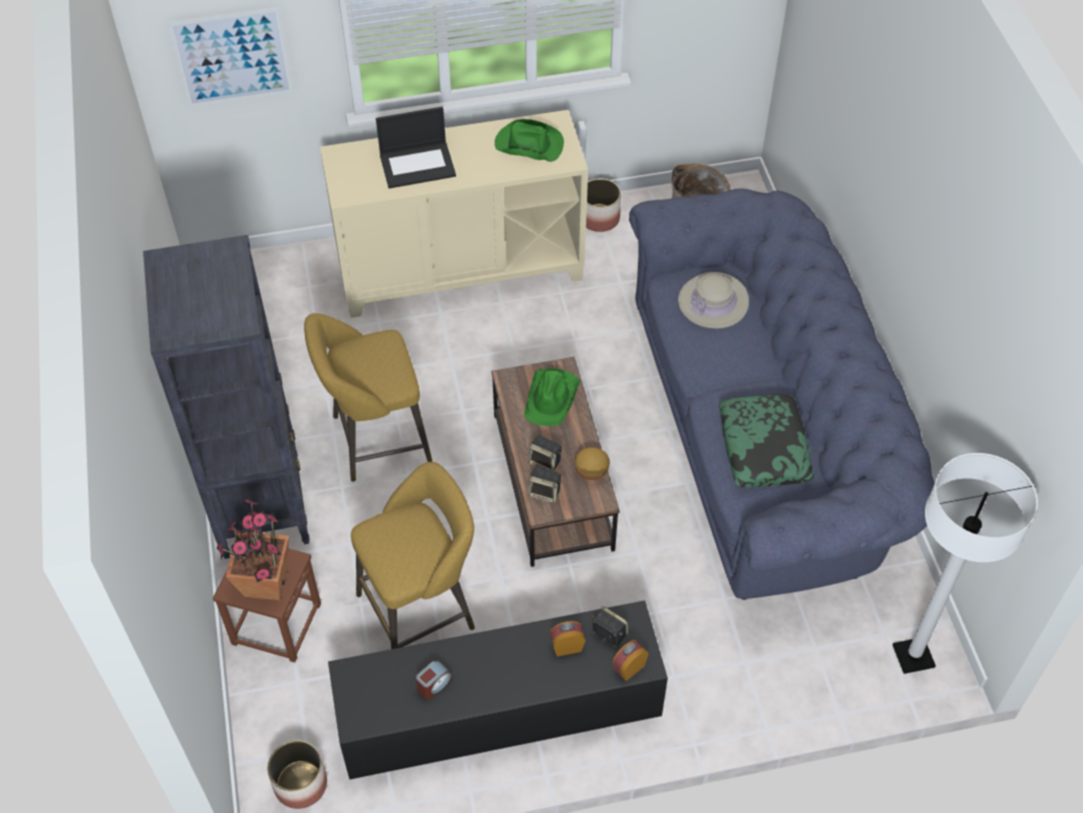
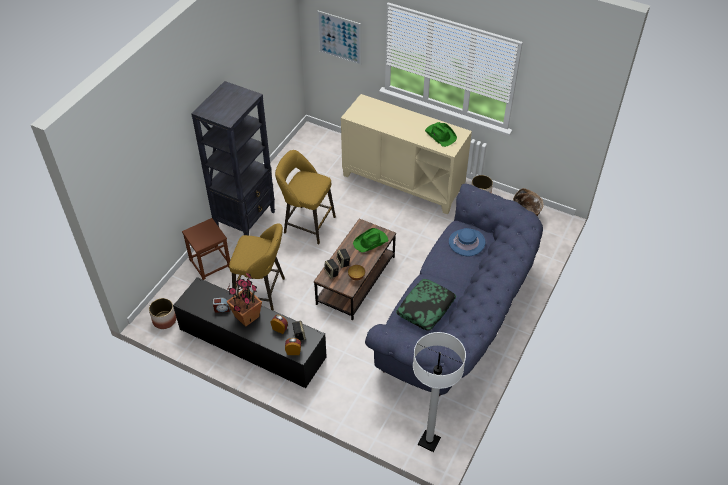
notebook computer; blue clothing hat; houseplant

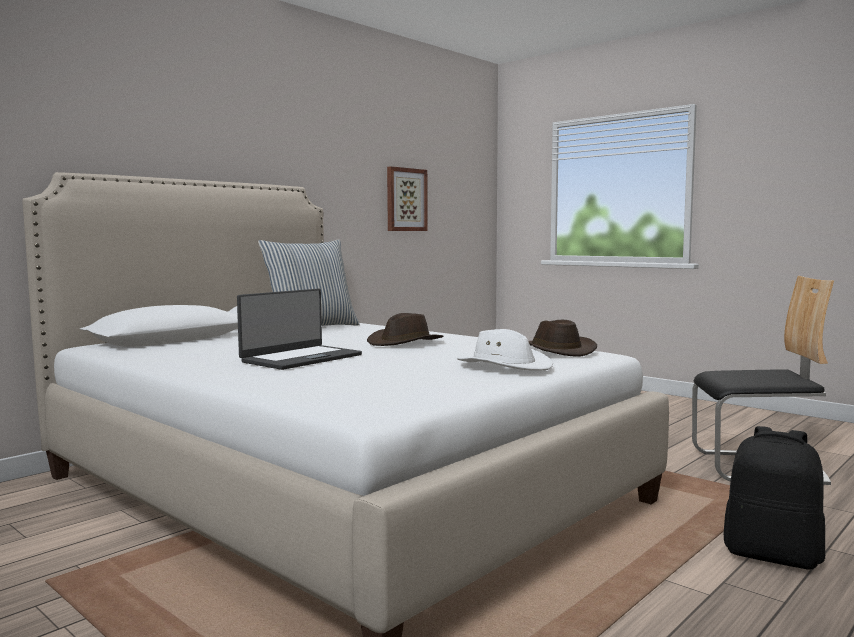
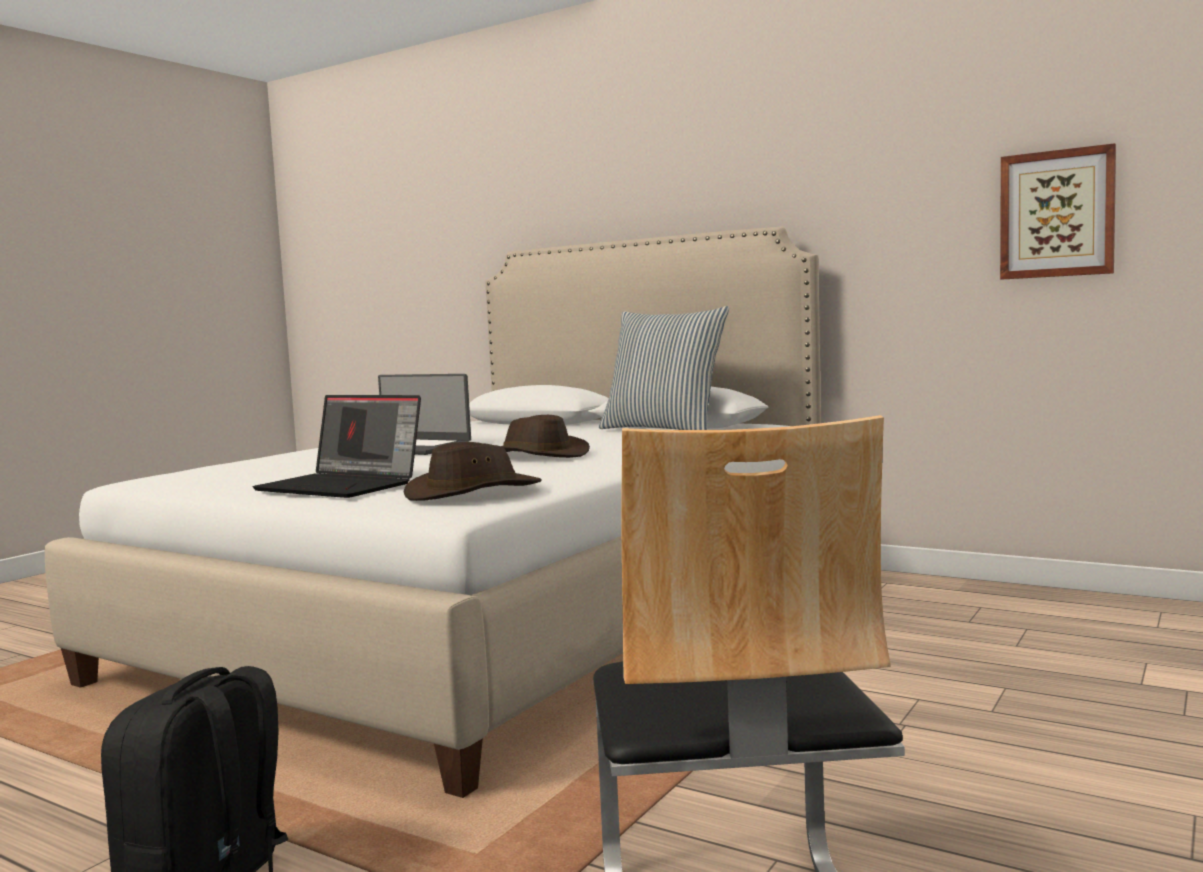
notebook computer (1st from left)

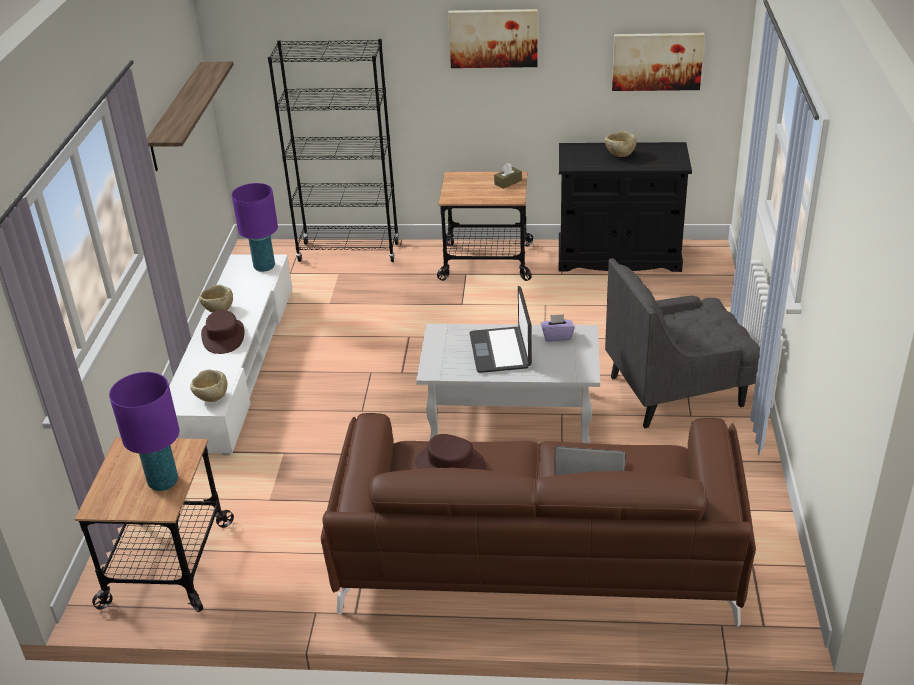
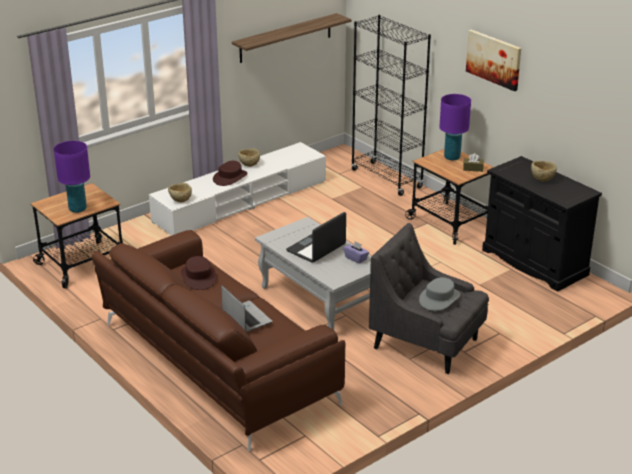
picture (2nd from left in the first image); purple-coloured table lamp (2nd from left); grey clothing hat

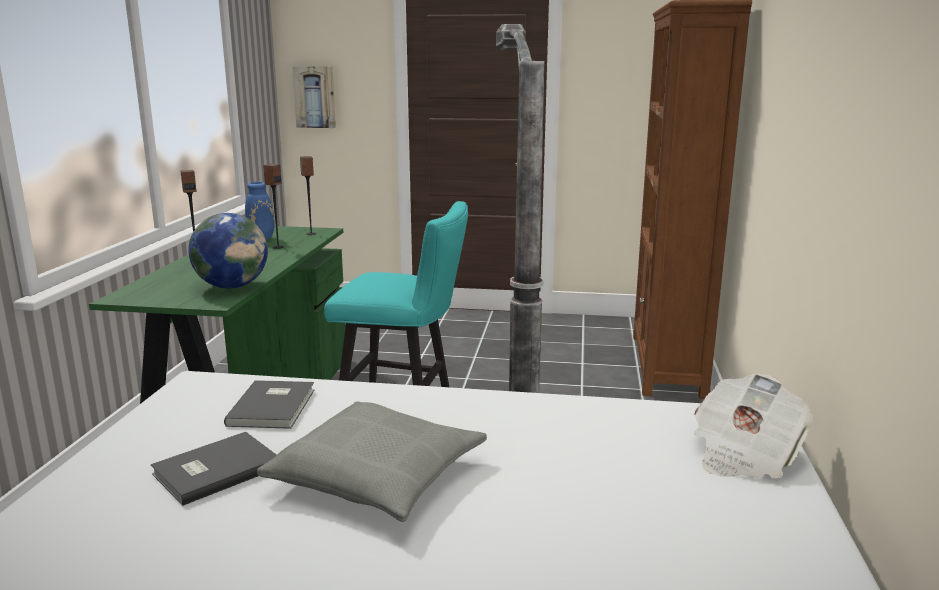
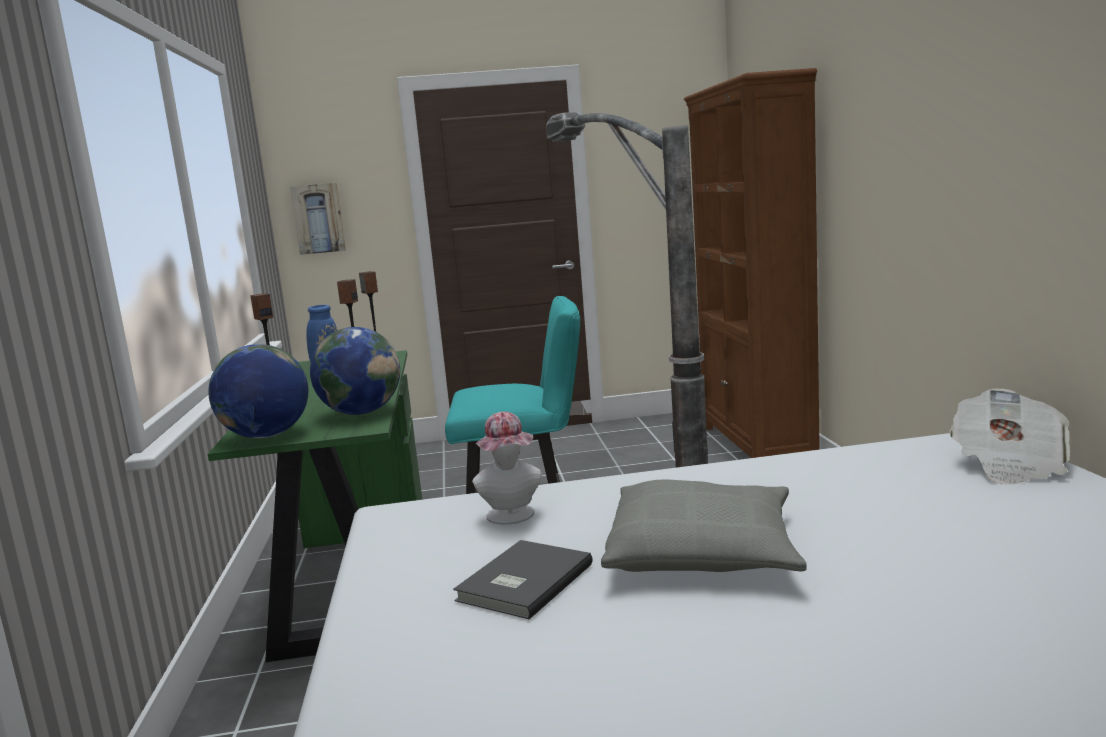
clothing hat; globe (1st from left)

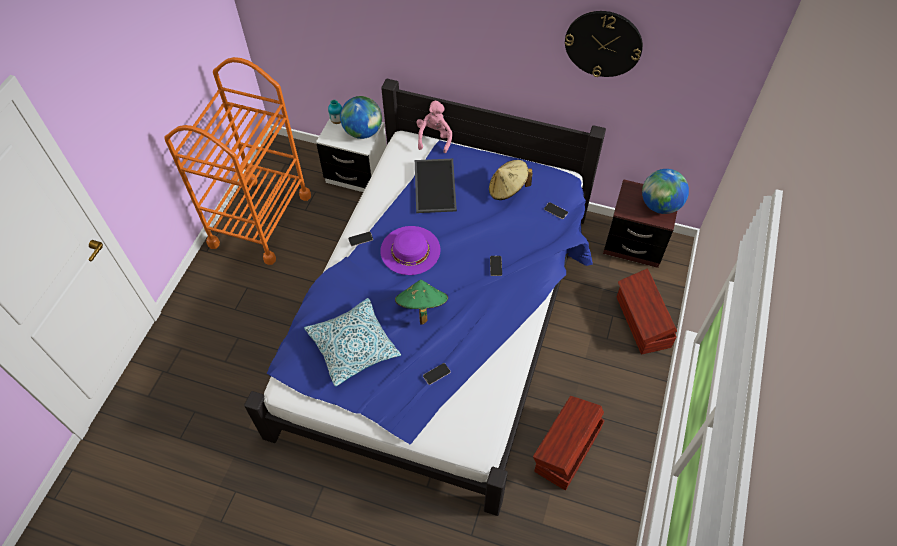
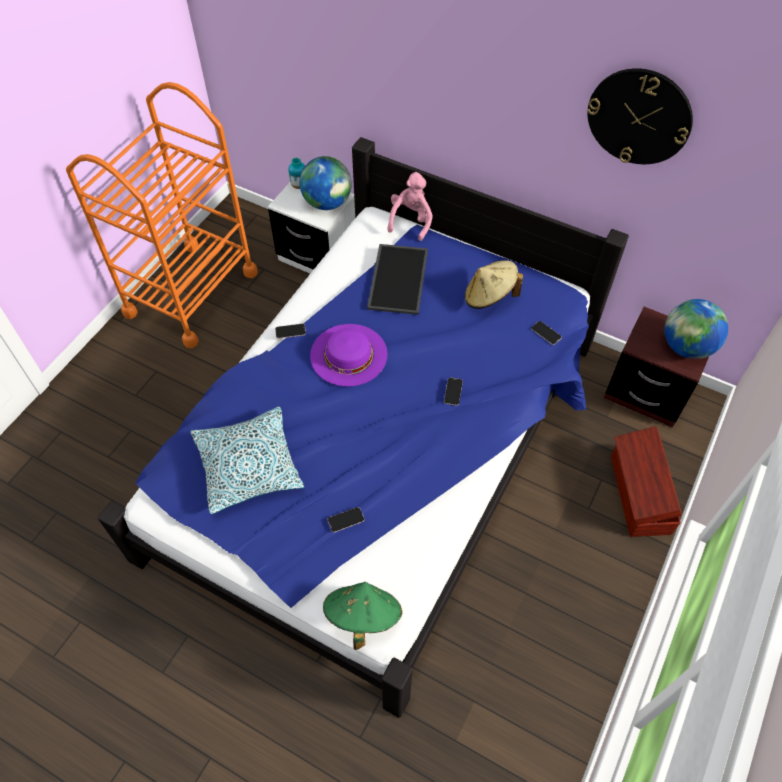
greenish clothing hat; brownish storage bin (1st from left in the first image)

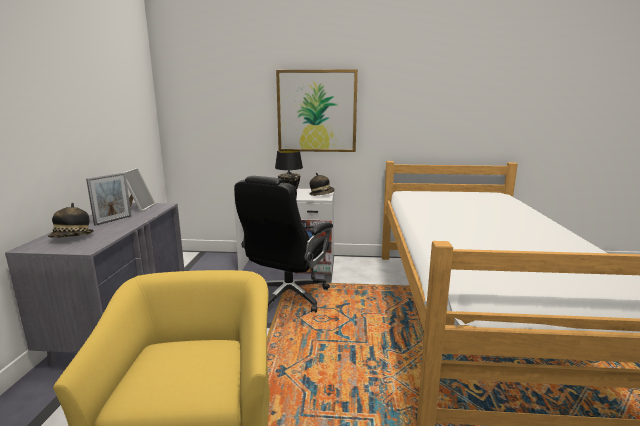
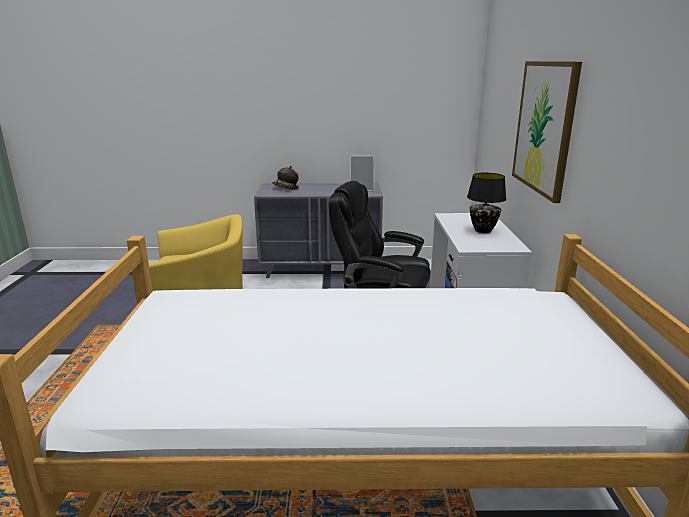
photo frame (1st from left in the first image); clothing hat (2nd from left in the first image)

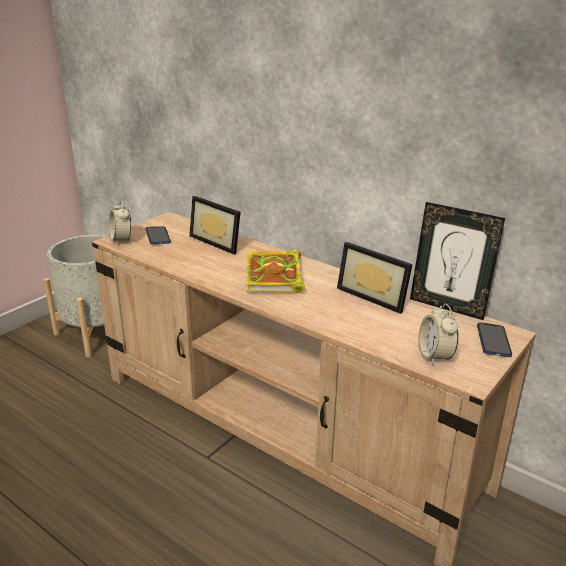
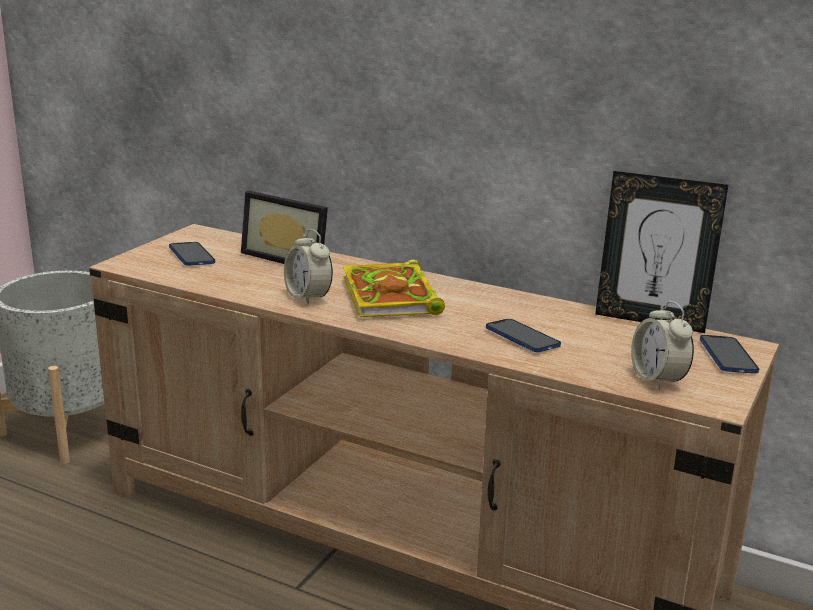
bedside clock (1st from left); photo frame (2nd from left in the first image); telephone (2nd from left)

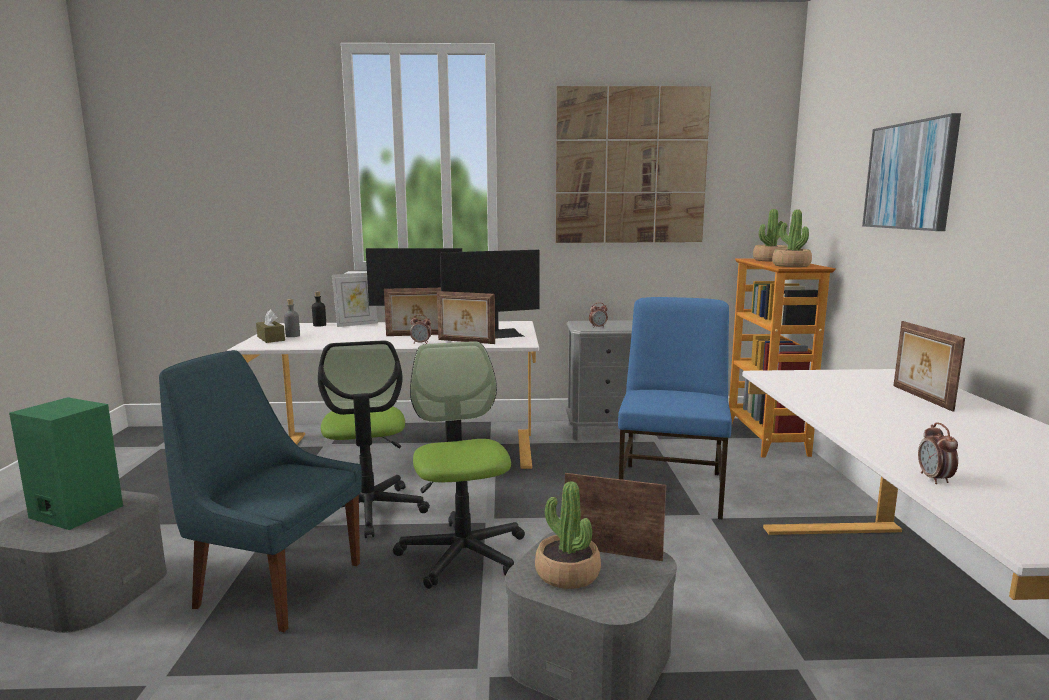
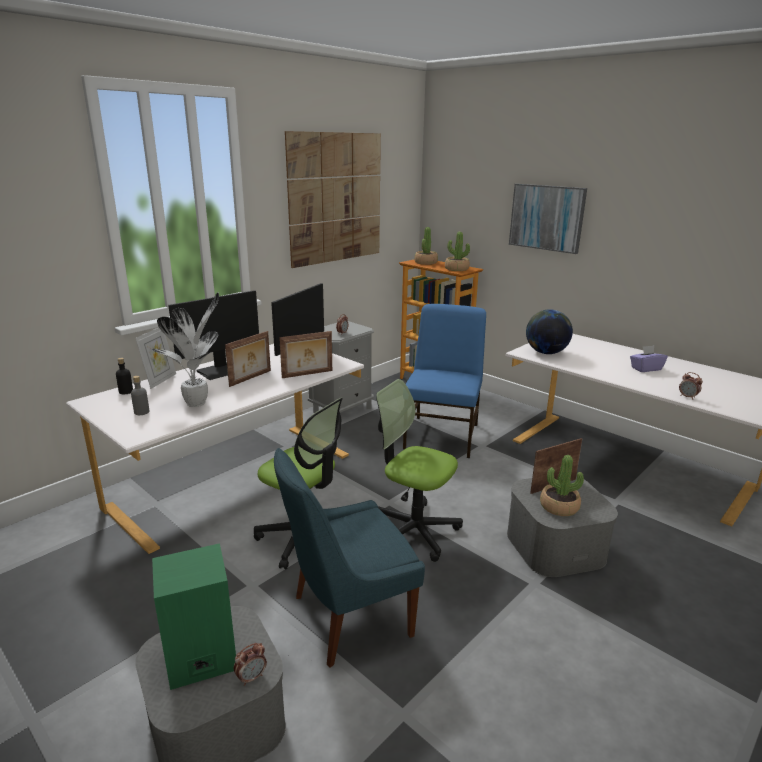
blue chair (2nd from left); brownish tissue holder; bedside clock (1st from left); photo frame (5th from left in the first image); houseplant (1st from left); globe; purple-coloured tissue holder

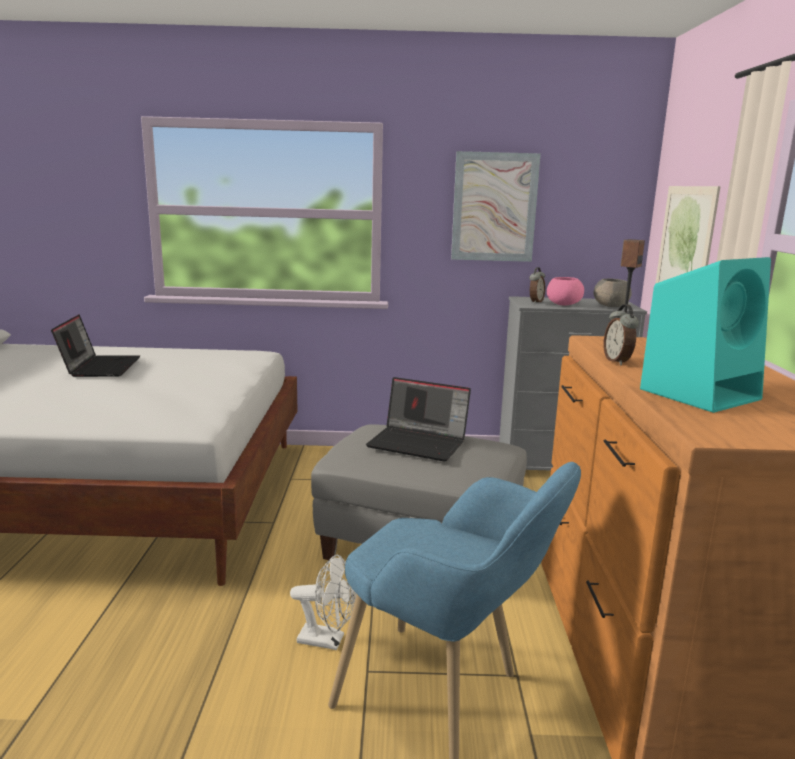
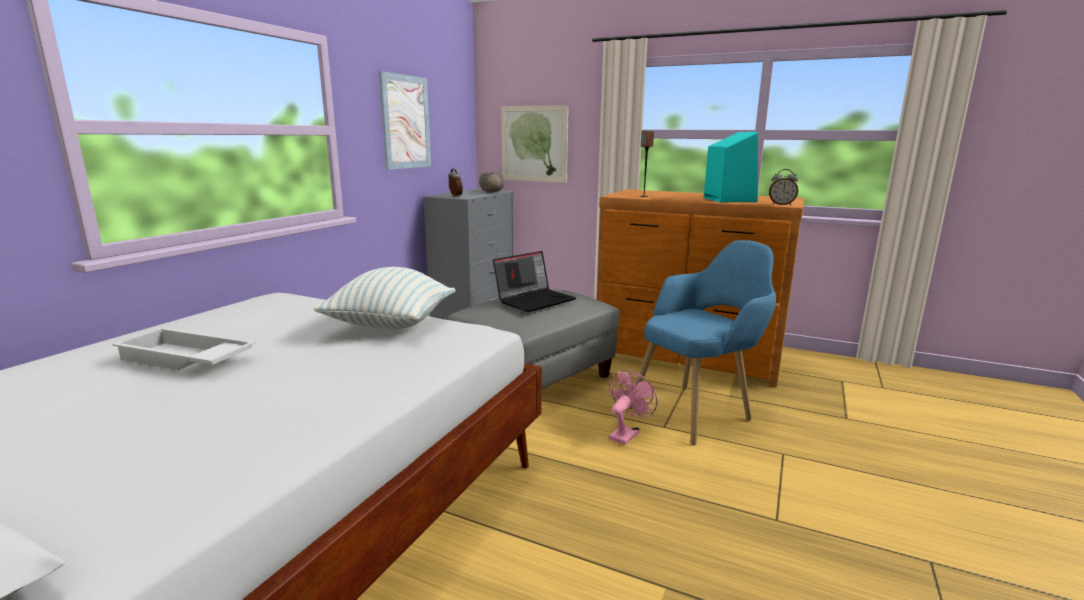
pink bowl; bedside clock (2nd from left); white carrying tray; pink electric fan; cushion

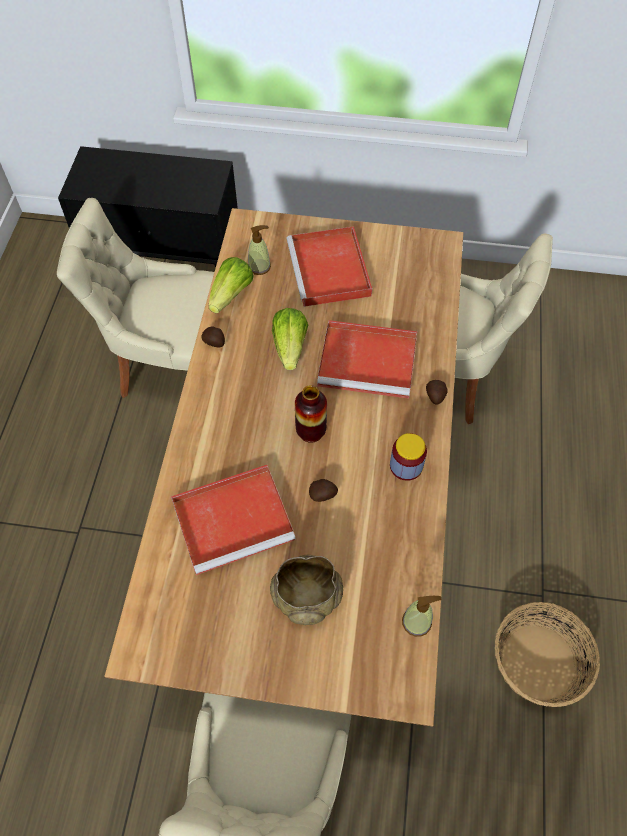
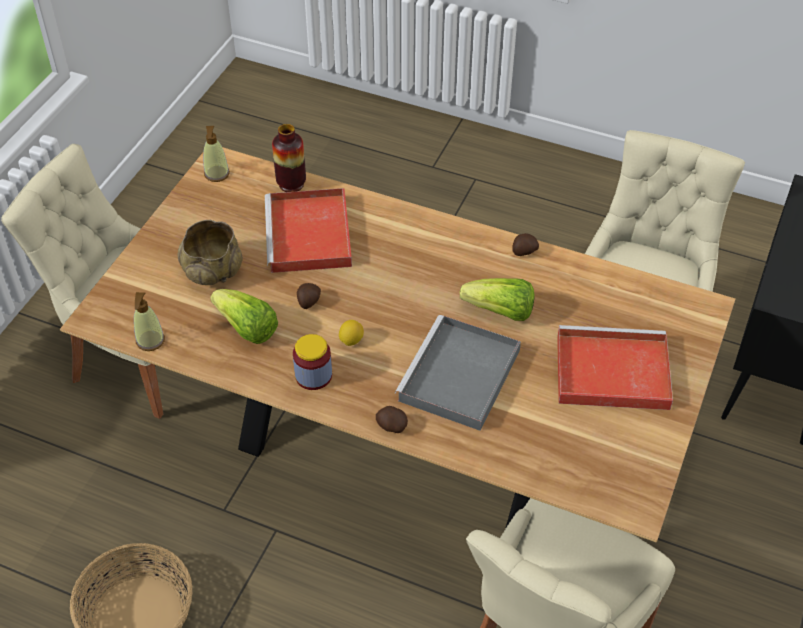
soap dispenser (2nd from left); lettuce (1st from left); grey carrying tray; vase; whole lemon

